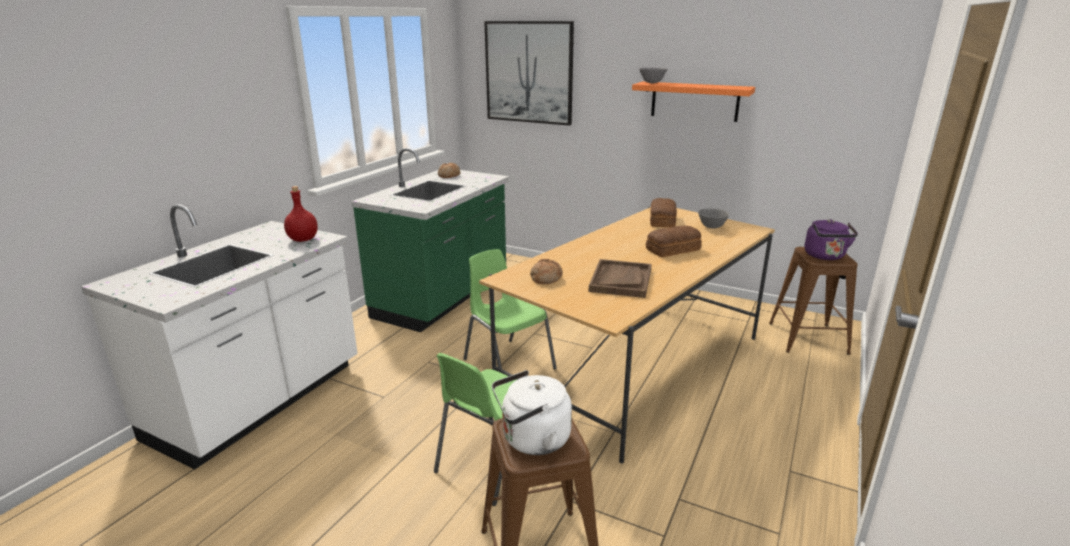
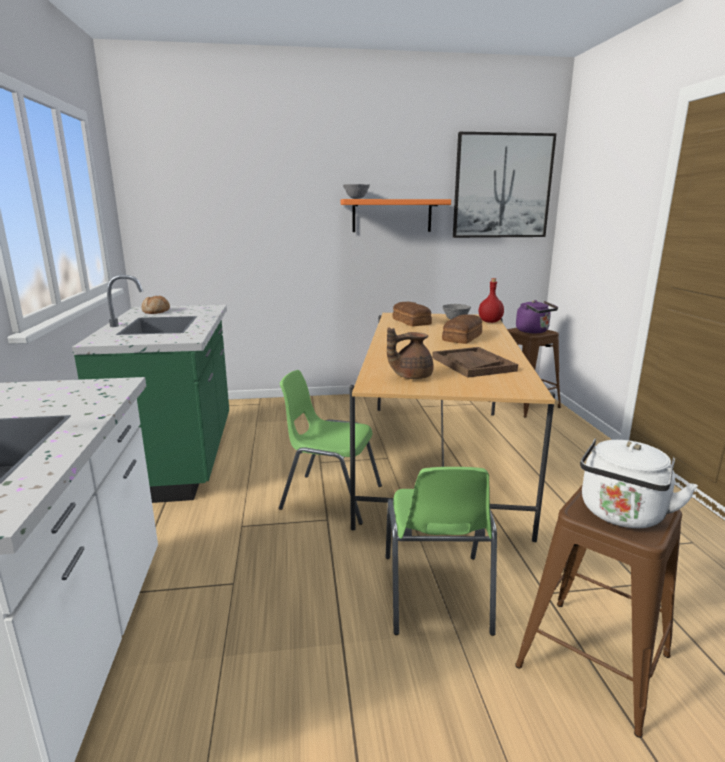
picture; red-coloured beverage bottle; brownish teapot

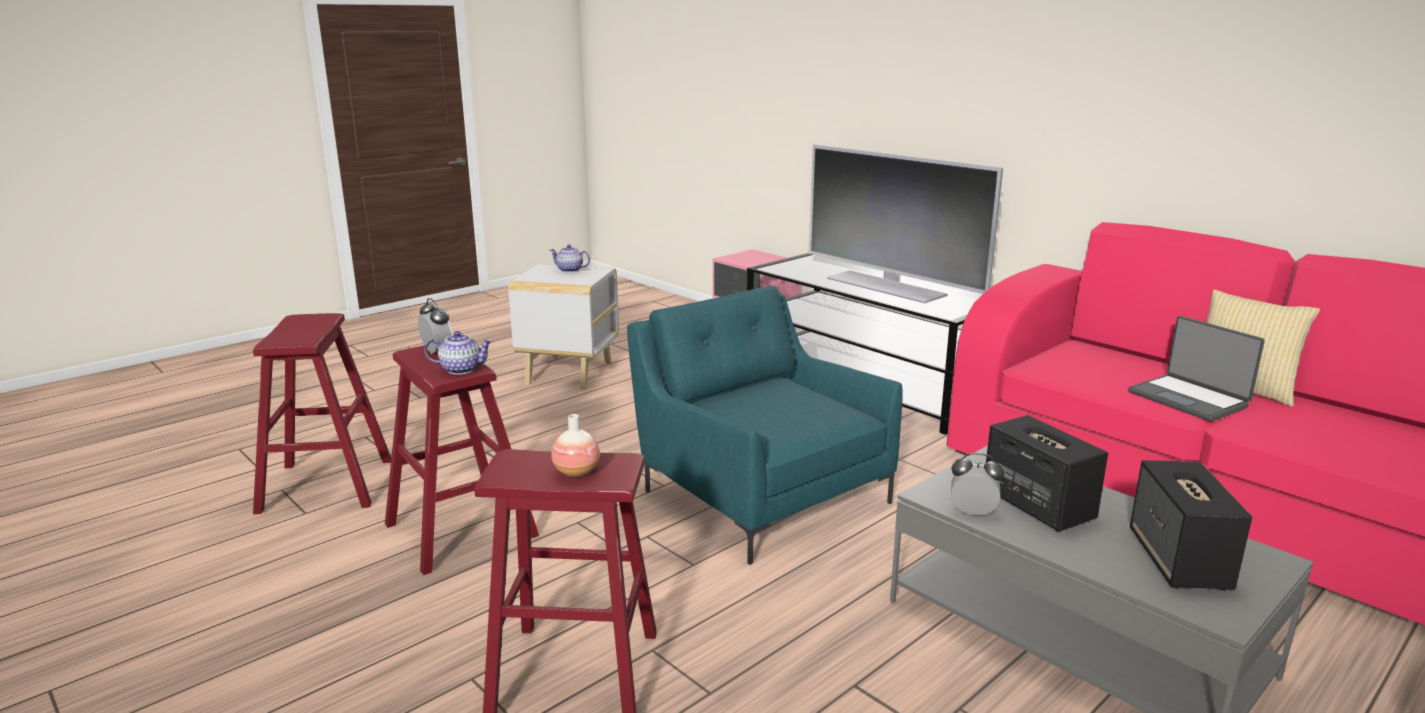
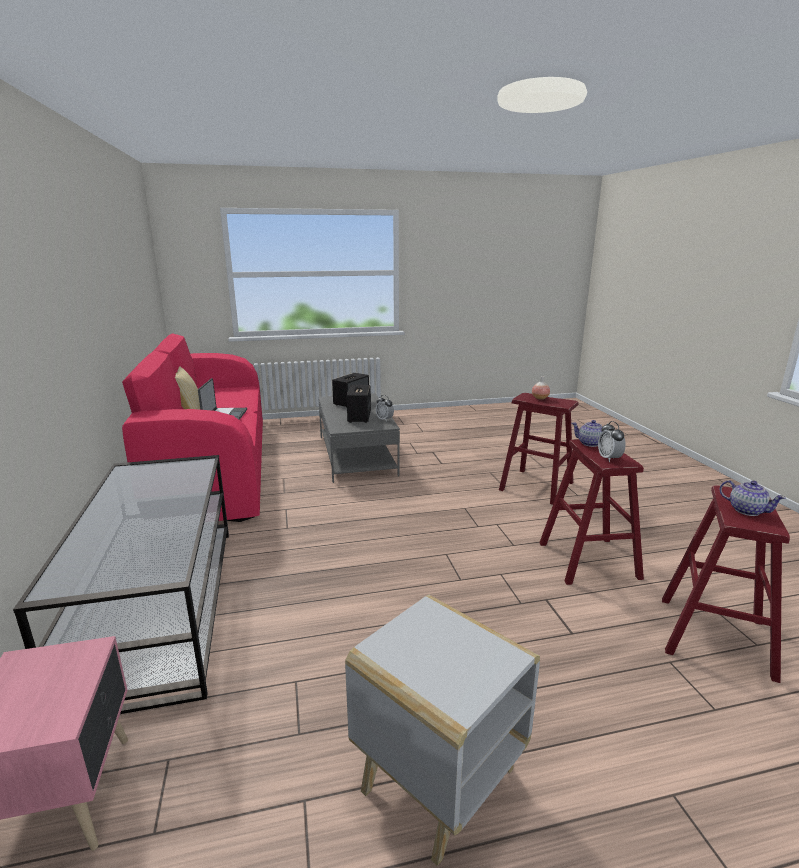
TV set; teapot (2nd from left); turquoise-coloured easy chair

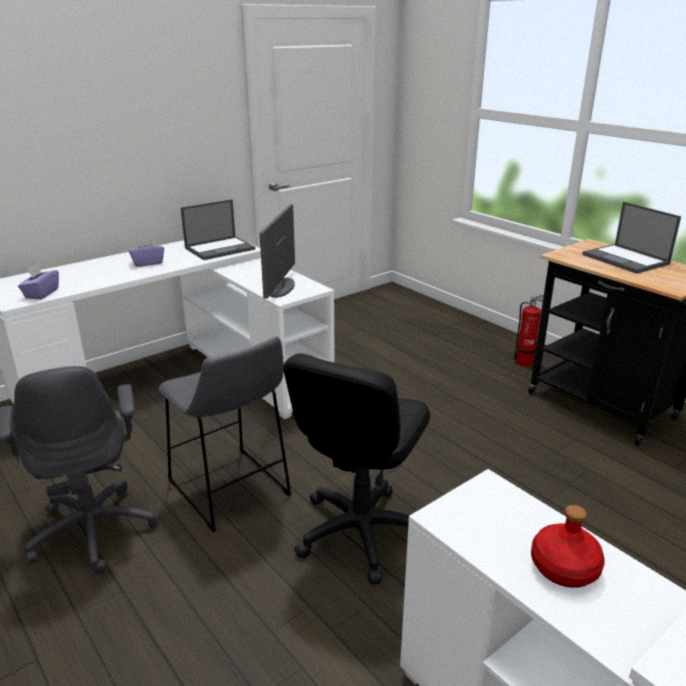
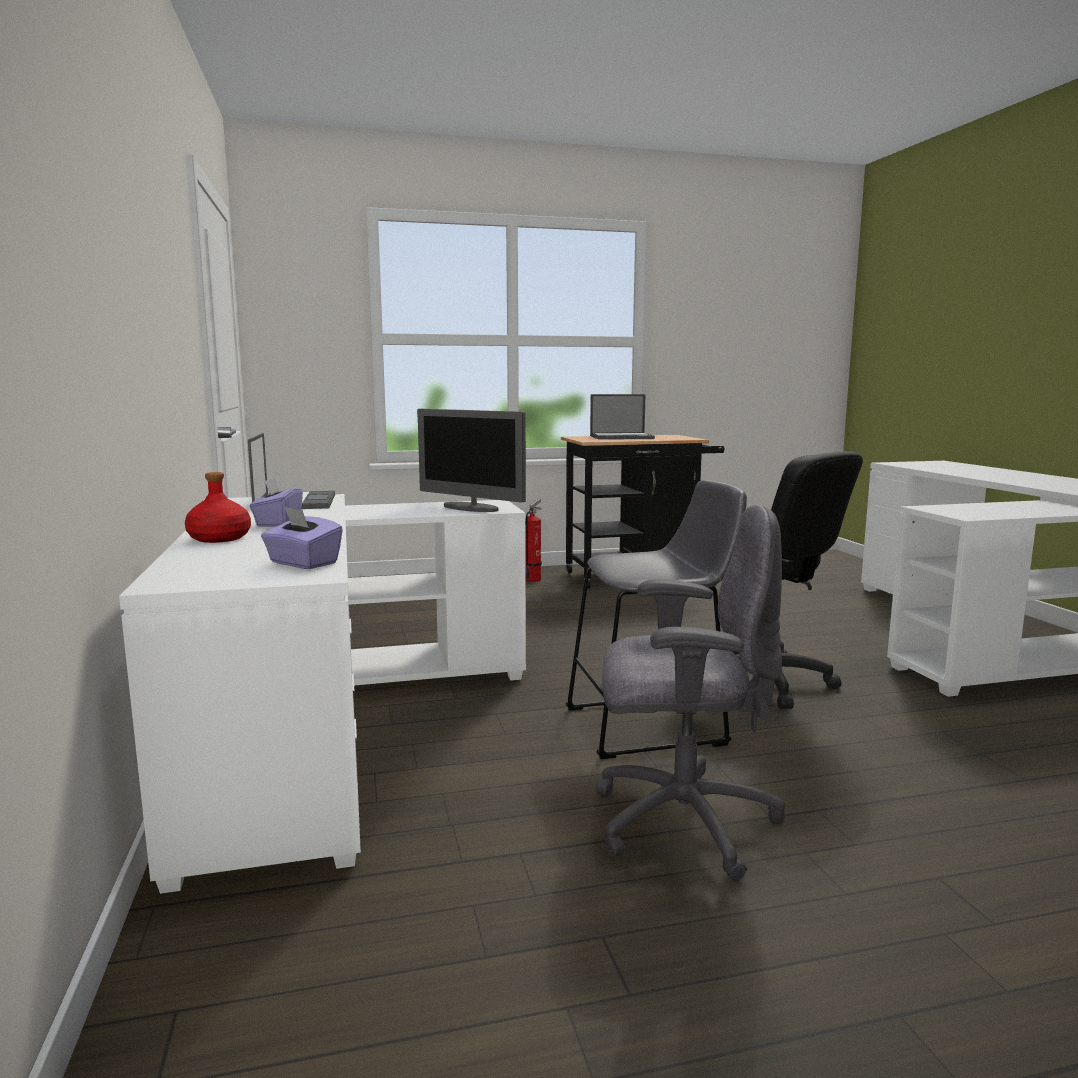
red-coloured beverage bottle

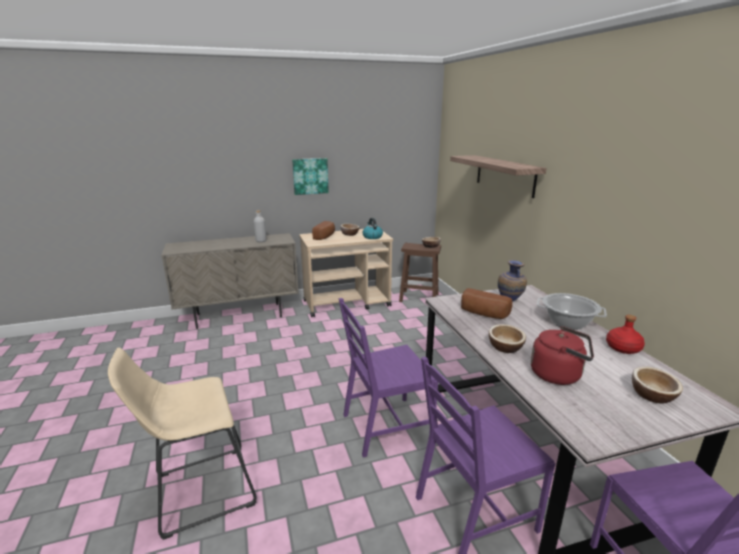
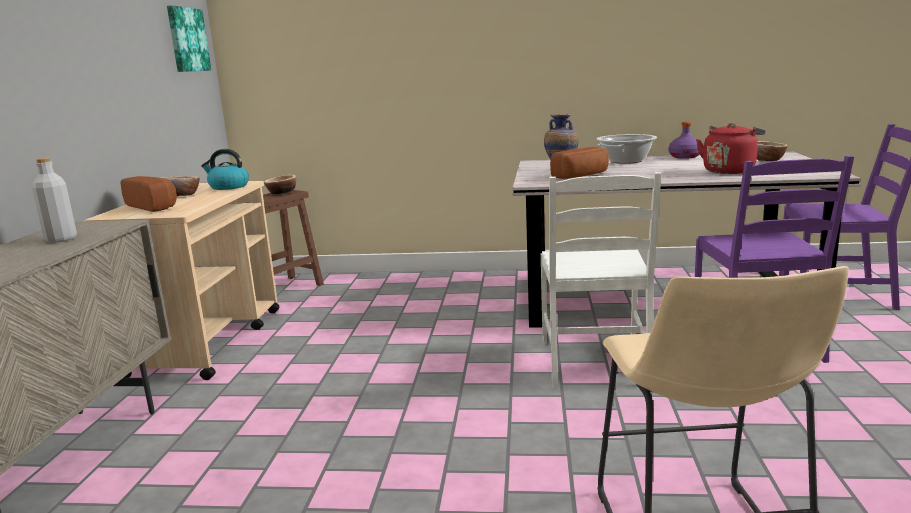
shelf; picture; white chair; purple-coloured beverage bottle; bowl (3rd from left in the first image)

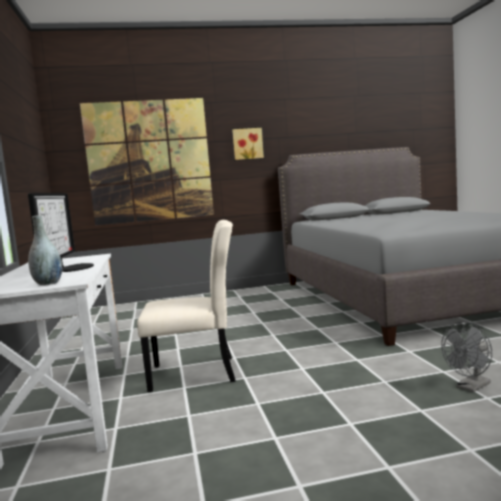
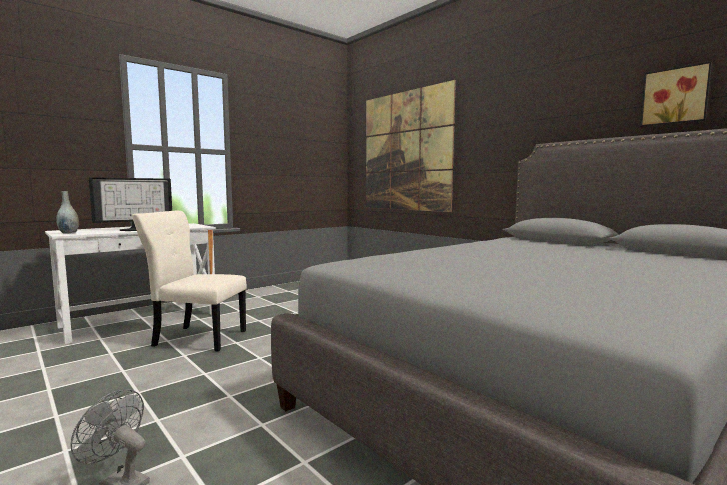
picture (2nd from left); sand-coloured chair

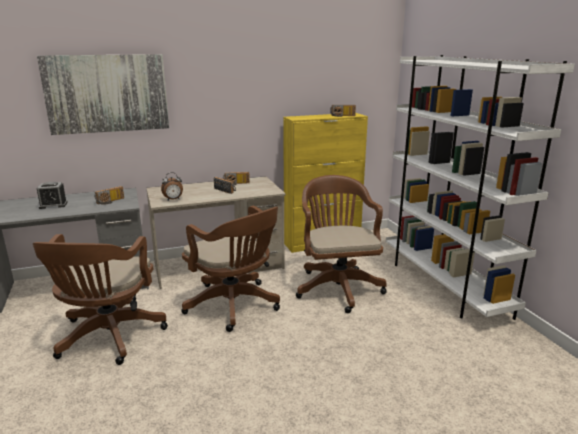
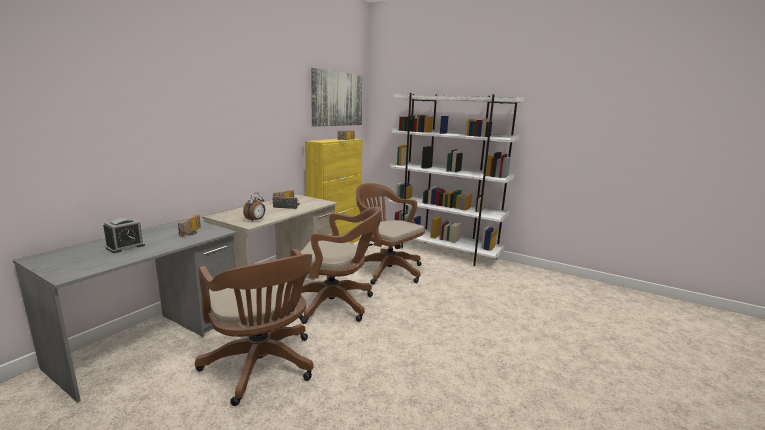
picture

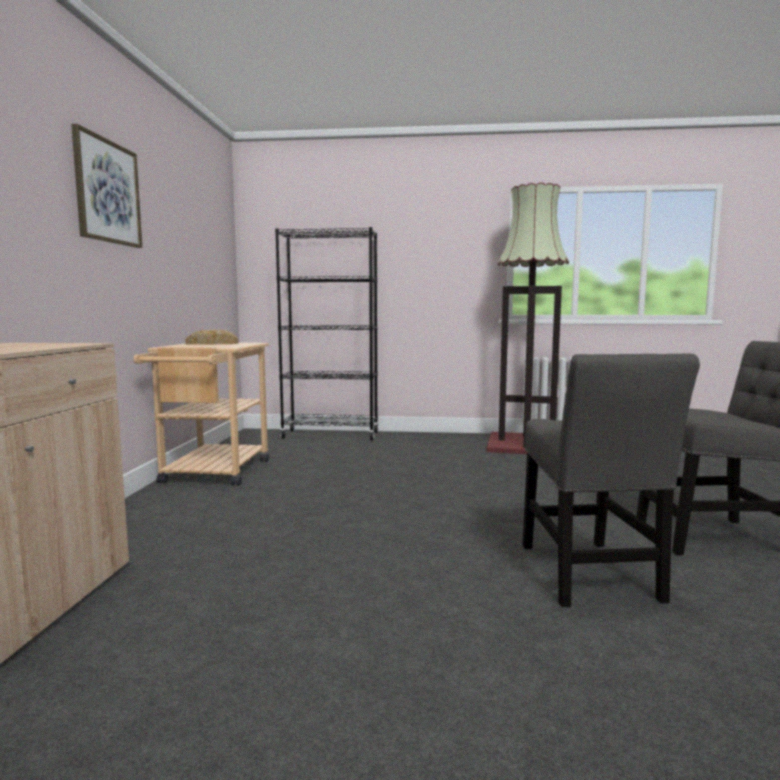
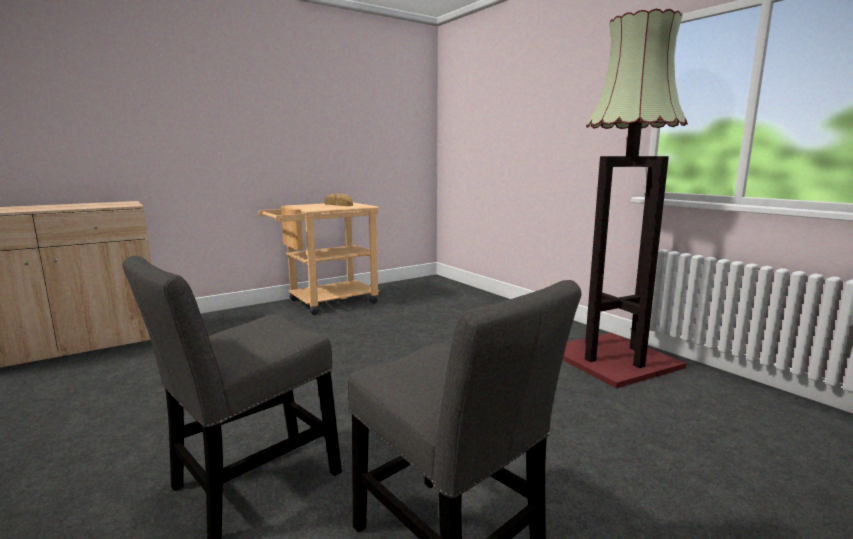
picture; black shelving unit

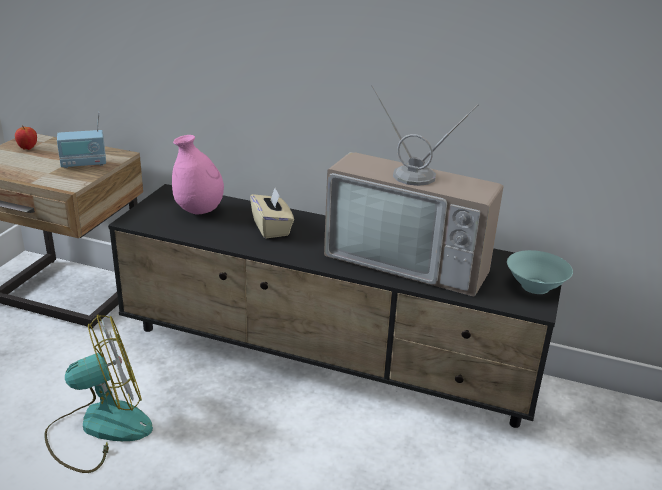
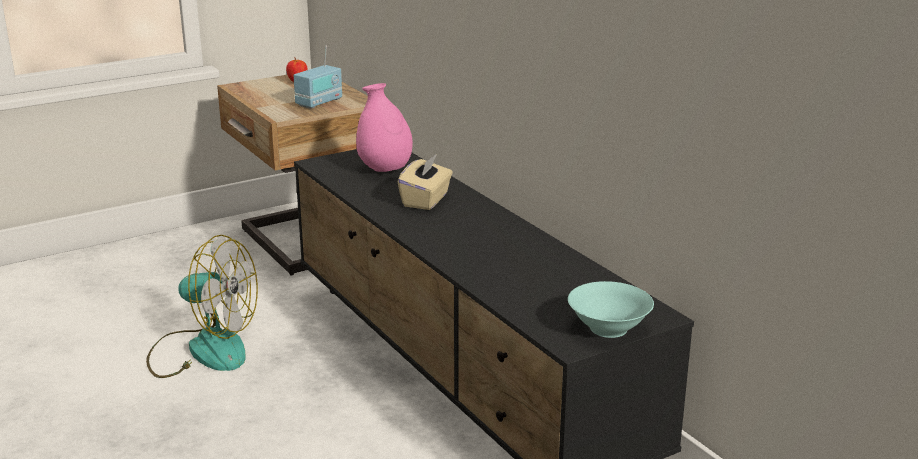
TV set; radio

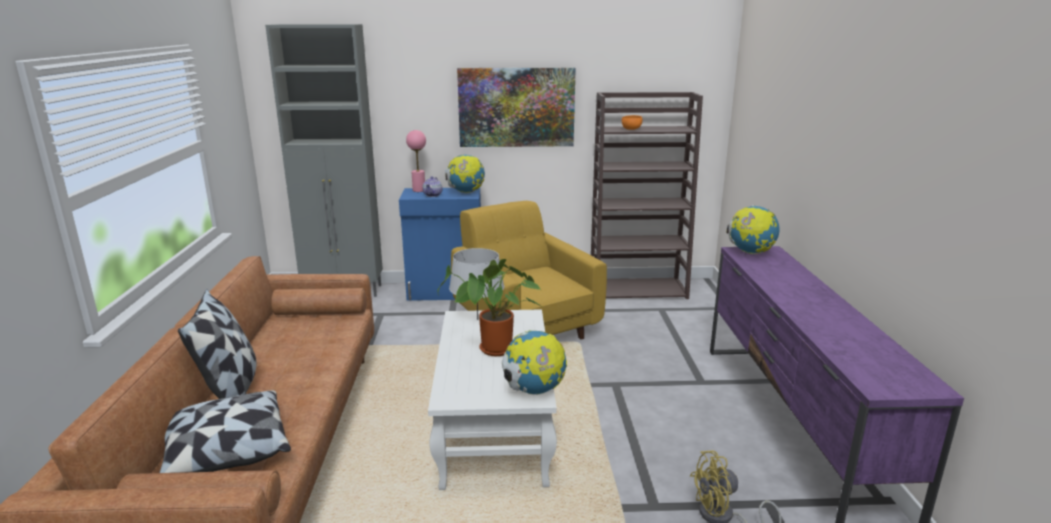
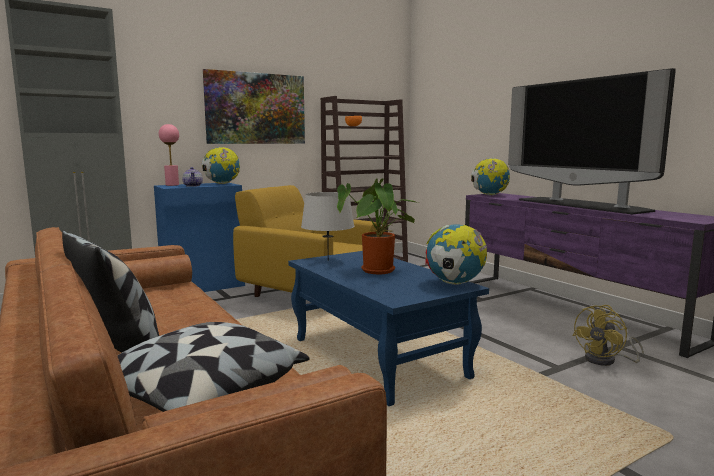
blue low table; TV set

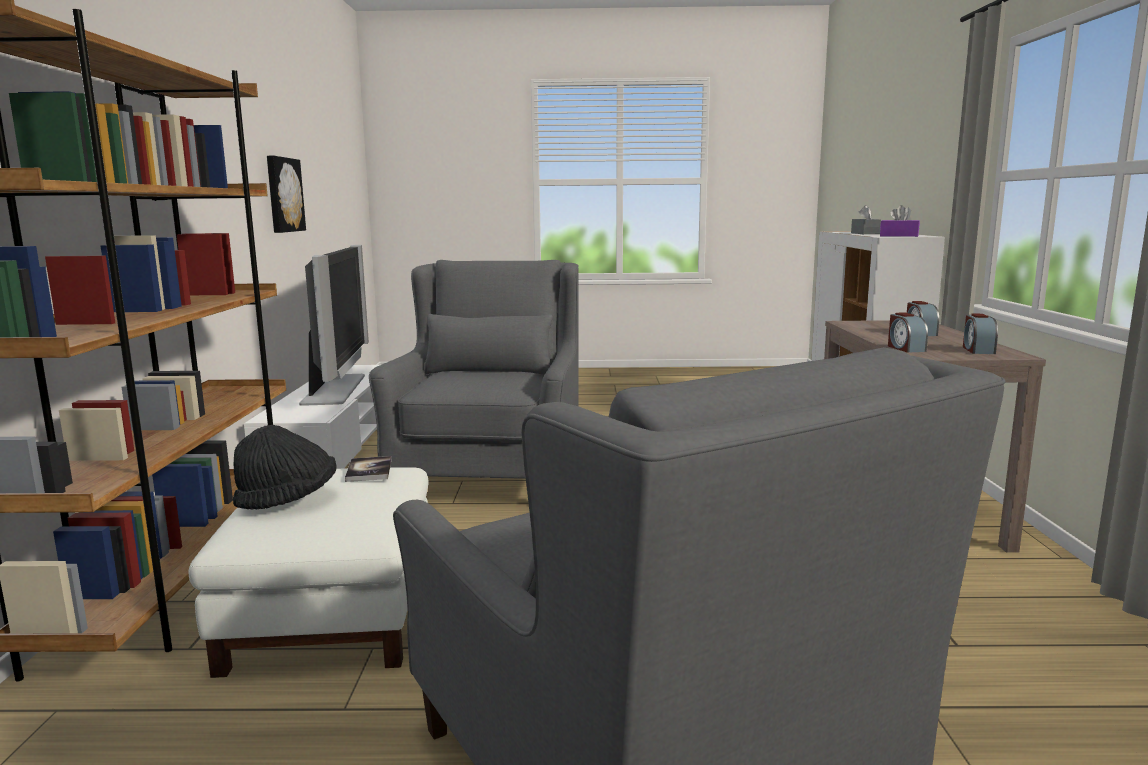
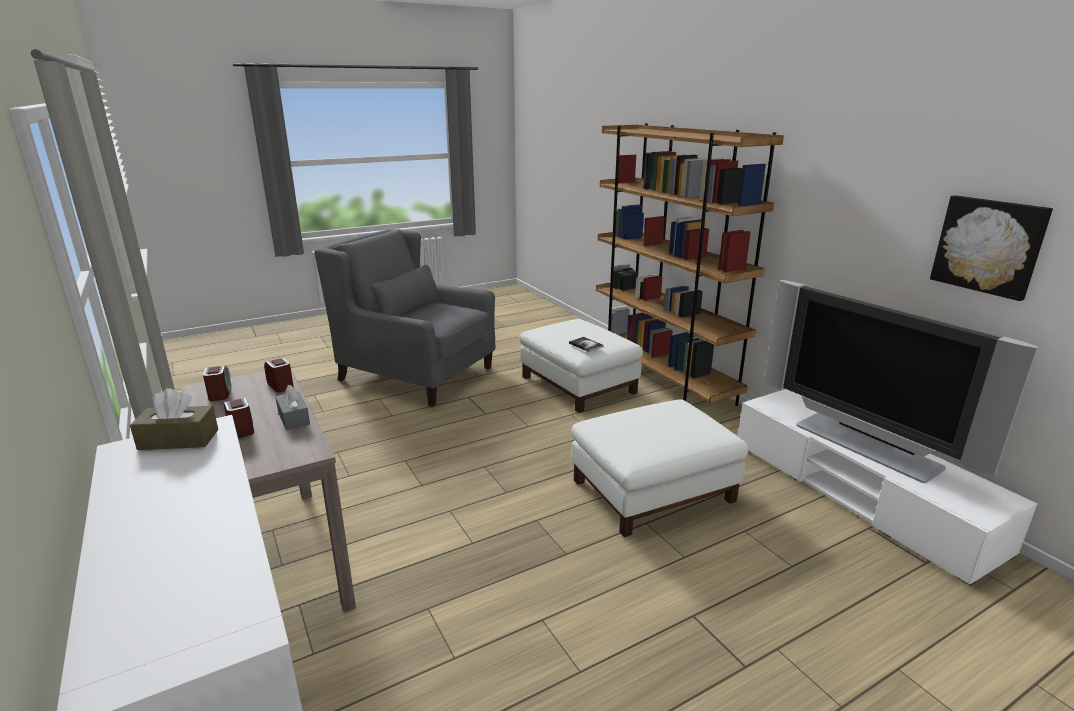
grey tissue holder; brownish tissue holder; white pouffe (2nd from left); black clothing hat

